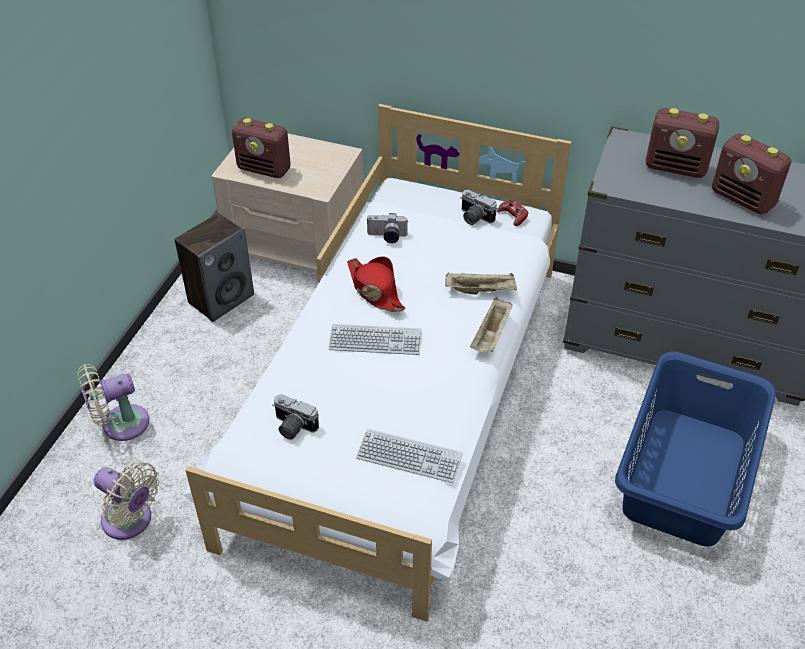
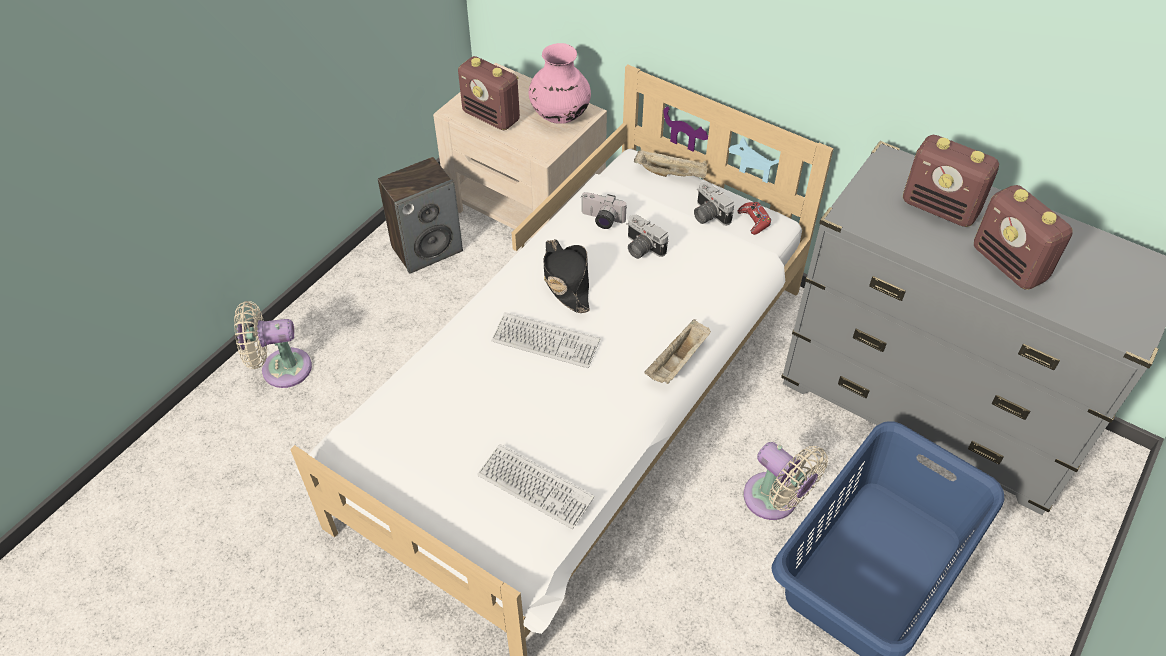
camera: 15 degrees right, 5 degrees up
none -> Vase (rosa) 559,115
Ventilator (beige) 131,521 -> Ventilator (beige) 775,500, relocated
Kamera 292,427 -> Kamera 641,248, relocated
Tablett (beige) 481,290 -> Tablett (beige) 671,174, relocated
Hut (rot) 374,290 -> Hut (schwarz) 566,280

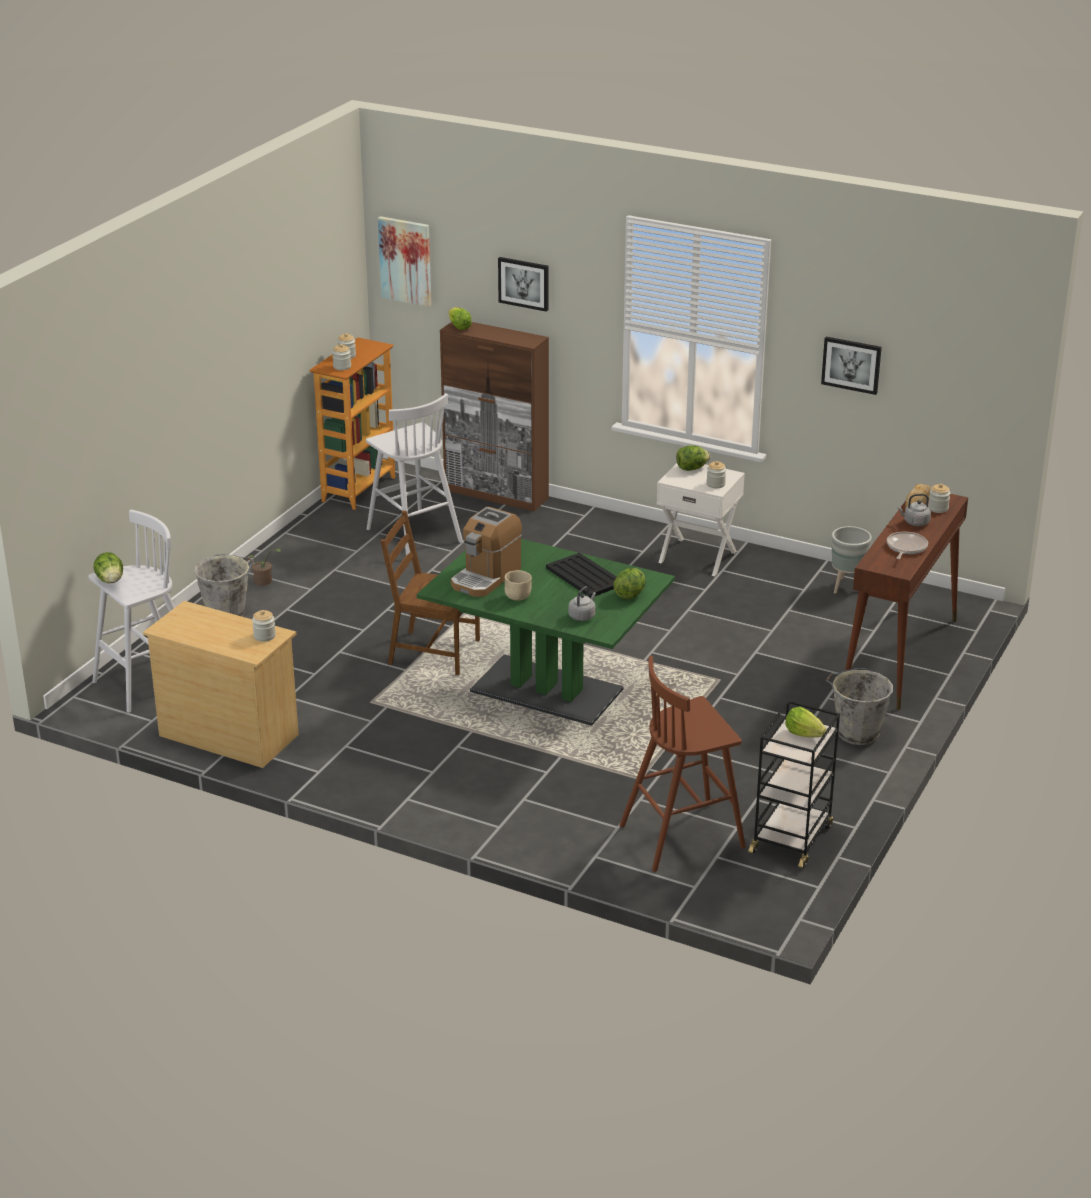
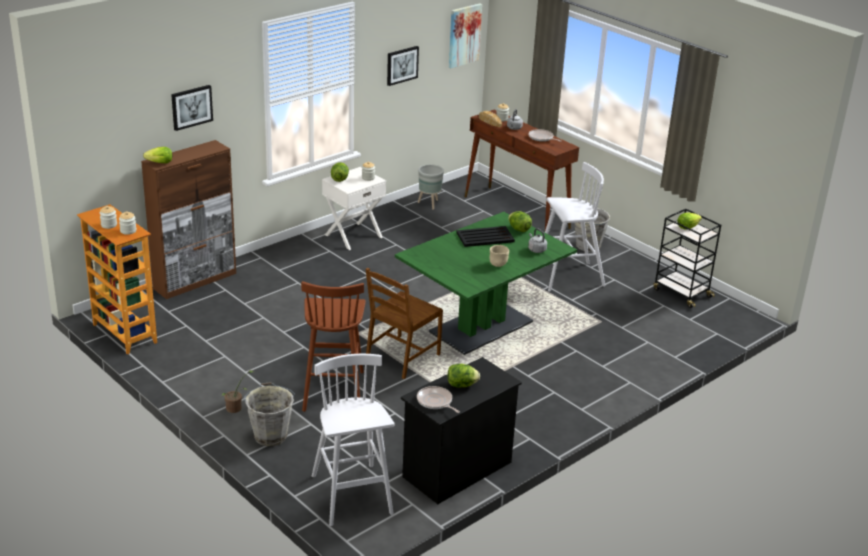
camera: 70 degrees left, 0 degrees up
Vorratsglas 264,636 -> none
Kaffeemaschine 486,577 -> none
none -> Pfanne 435,402
Salatkopf 110,580 -> Salatkopf 461,385, relocated
Hocker (weiß) 413,535 -> Hocker (weiß) 567,277, relocated
Bild 405,261 -> Bild 464,35, relocated
Hocker (braun) 684,836 -> Hocker (braun) 333,390, relocated
Kommode (beige) 228,735 -> Kommode (schwarz) 456,469

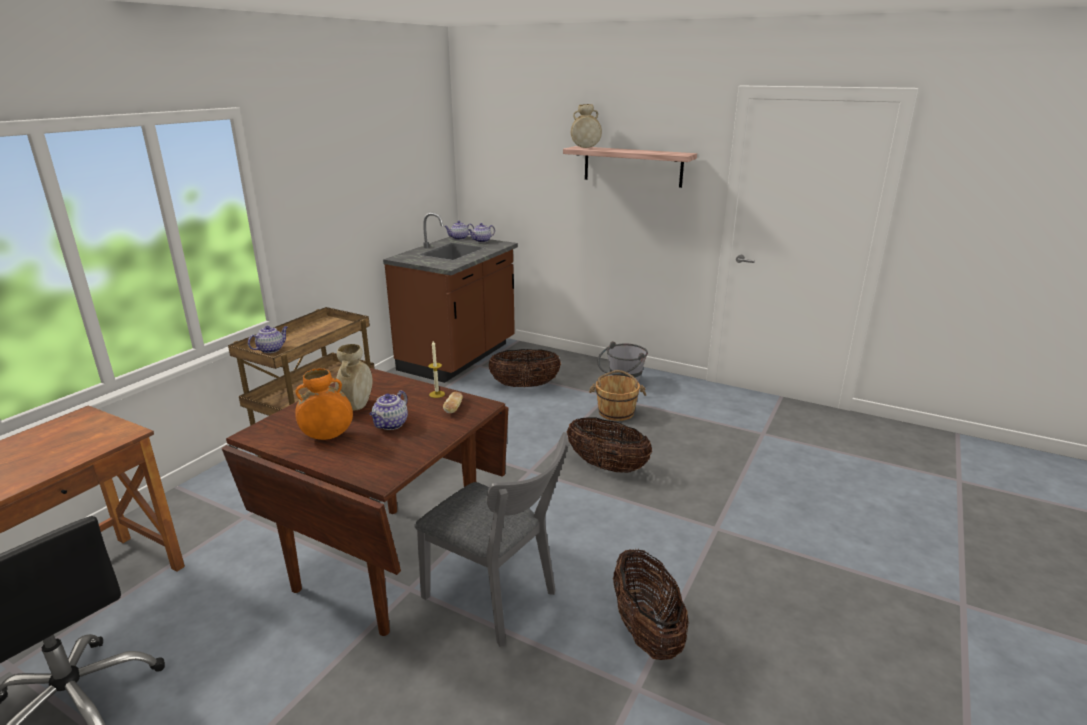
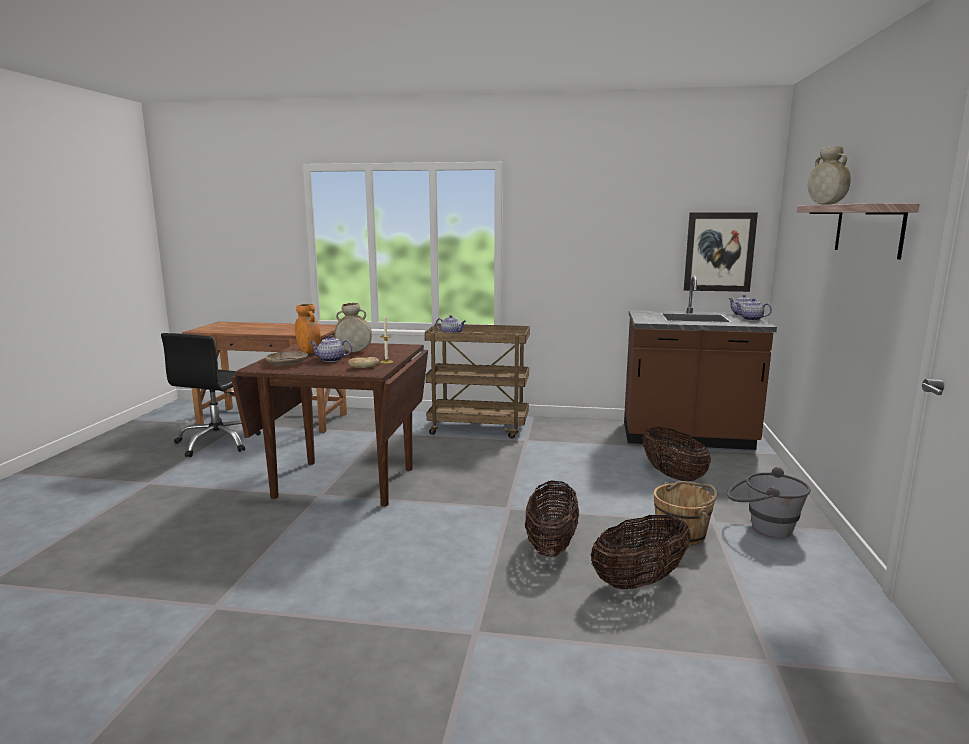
camera: 70 degrees right, 10 degrees down
Stuhl (grau) 496,599 -> none
none -> Teller (beige) 287,363
none -> Bild 719,252
Korb 646,631 -> Korb 639,581, relocated

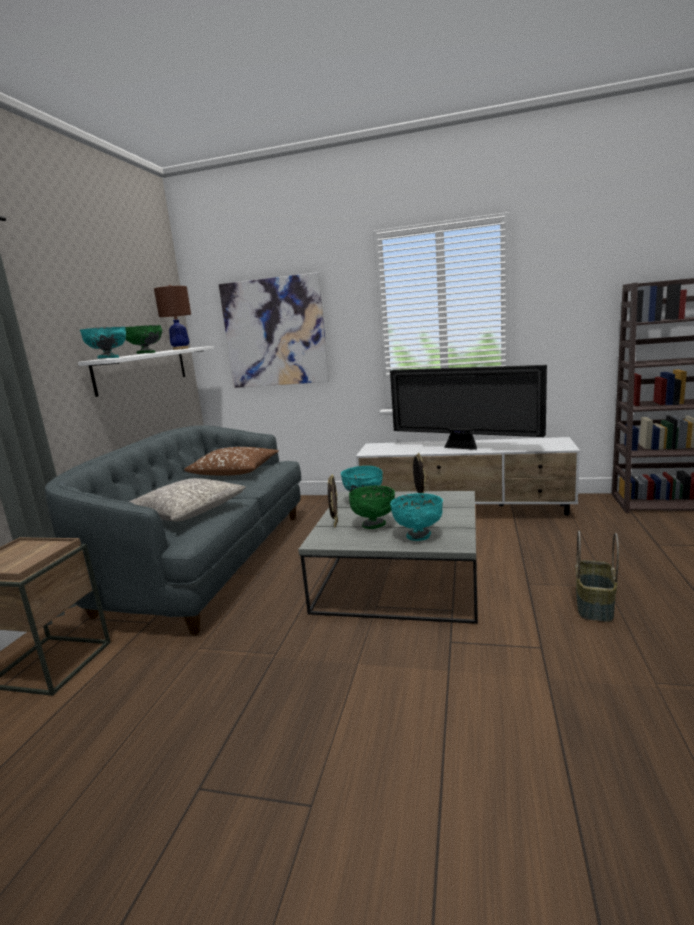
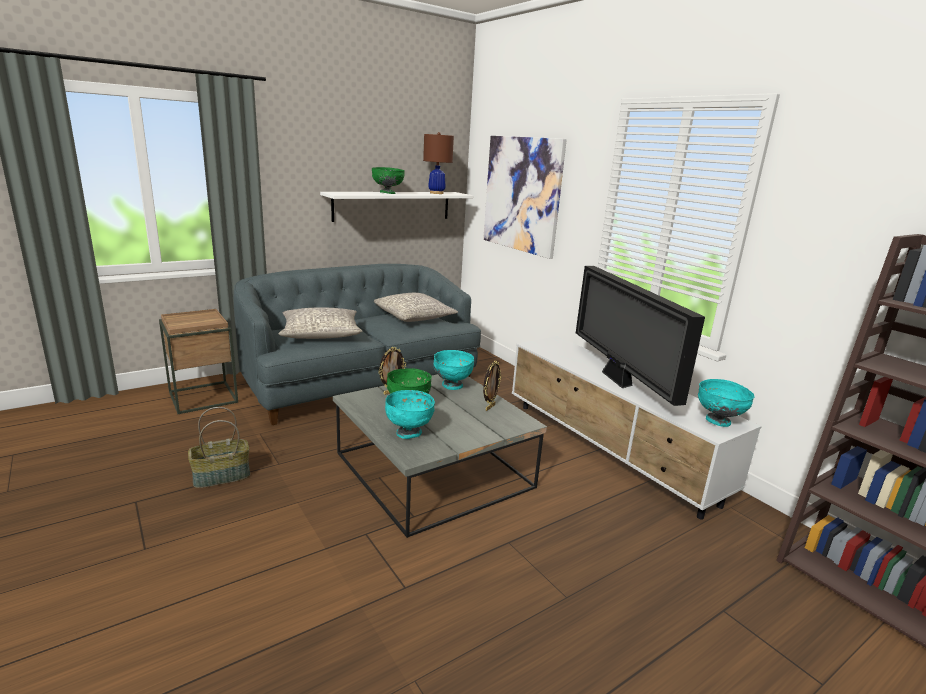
camera: 40 degrees right, 5 degrees up
Schüssel (türkis) 108,358 -> Schüssel (türkis) 718,421, relocated
Korb 595,605 -> Korb 221,477, relocated
Kissen (braun) 235,471 -> Kissen (grau) 414,317

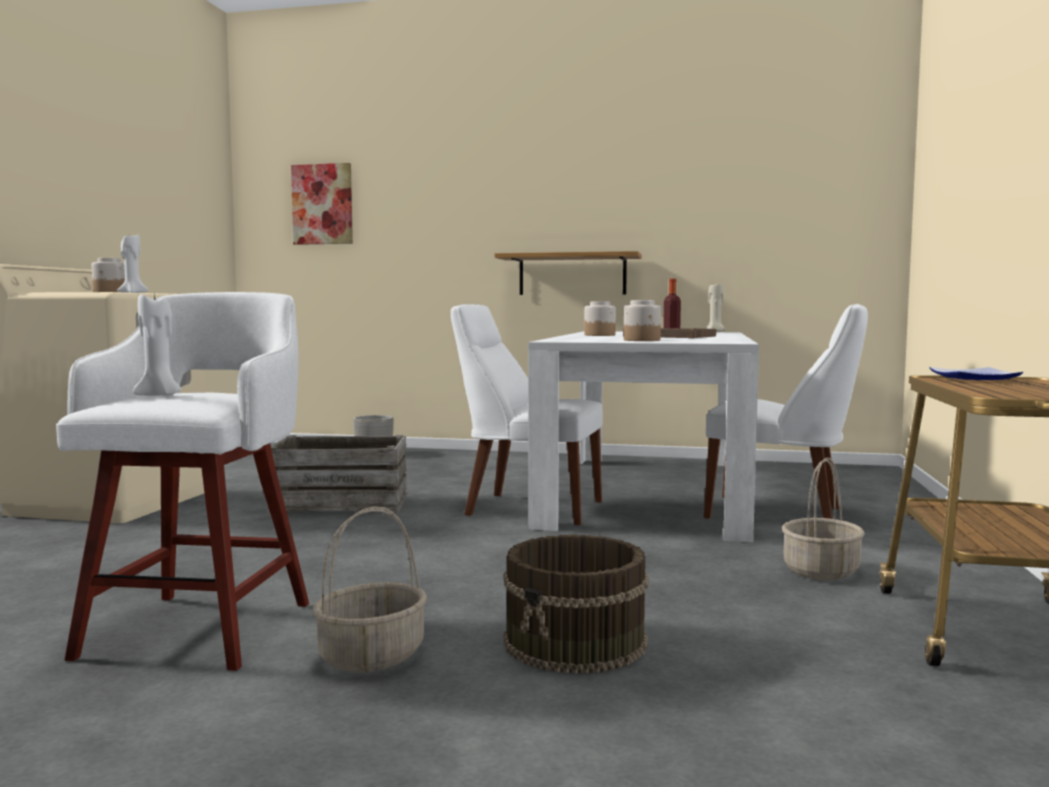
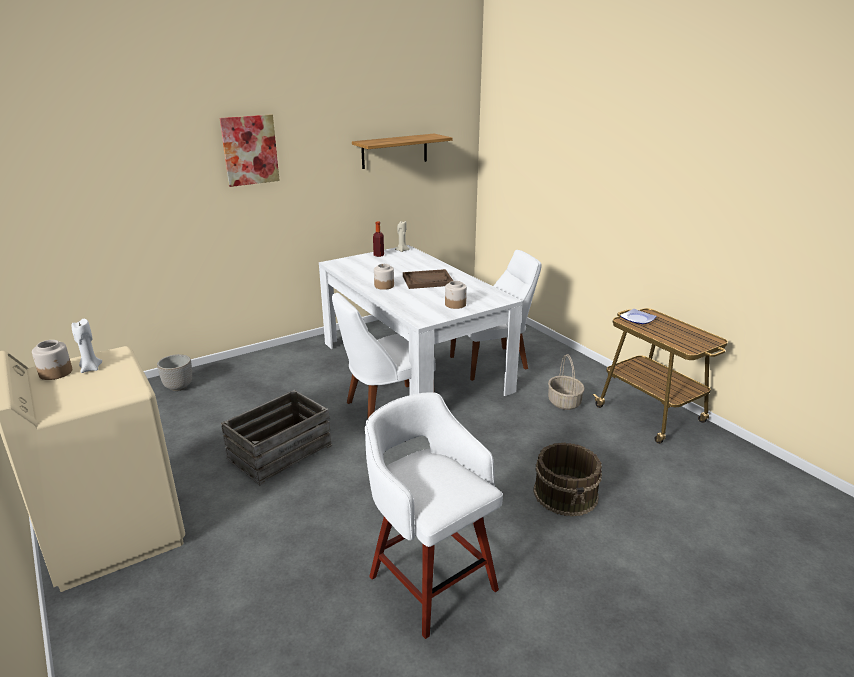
camera: 45 degrees left, 20 degrees up
Kerze (weiß) 159,396 -> none
Korb 371,657 -> none
Bild 322,204 -> Bild 250,150, relocated
Wandregal 572,275 -> Wandregal 394,151, relocated

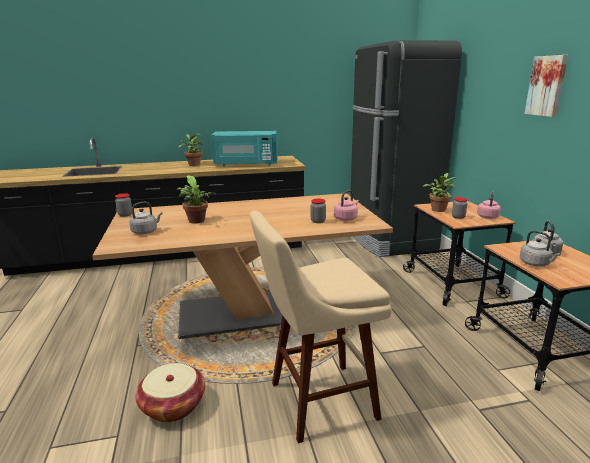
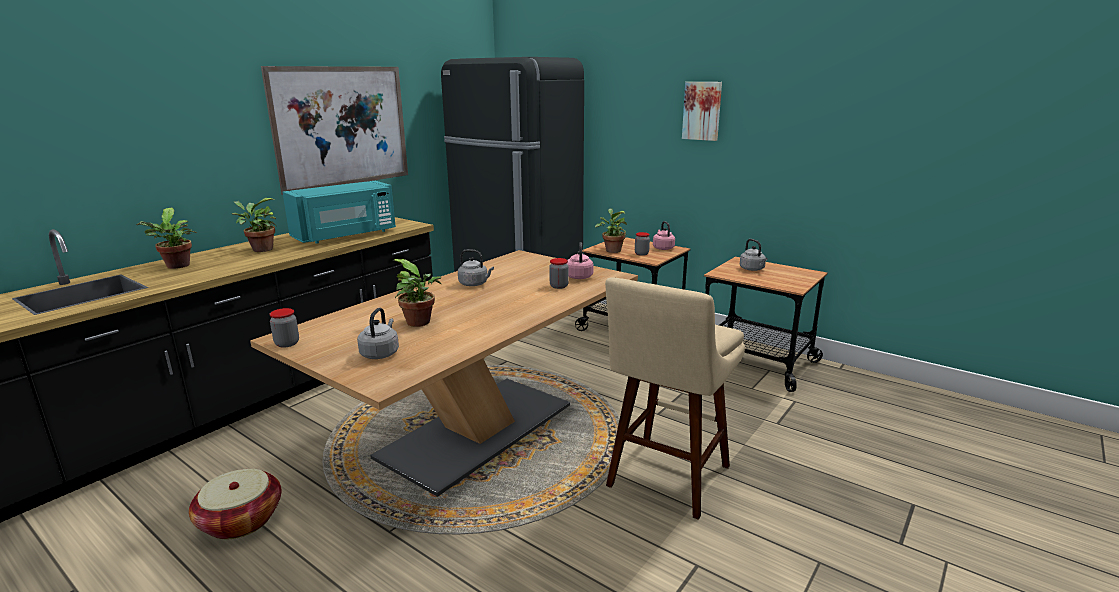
camera: 40 degrees left, 0 degrees up
none -> Topfpflanze 177,266
none -> Bild 342,127
Korb 173,405 -> Korb 241,520, relocated
Wasserkessel (grau) 536,264 -> Wasserkessel (grau) 475,284, relocated

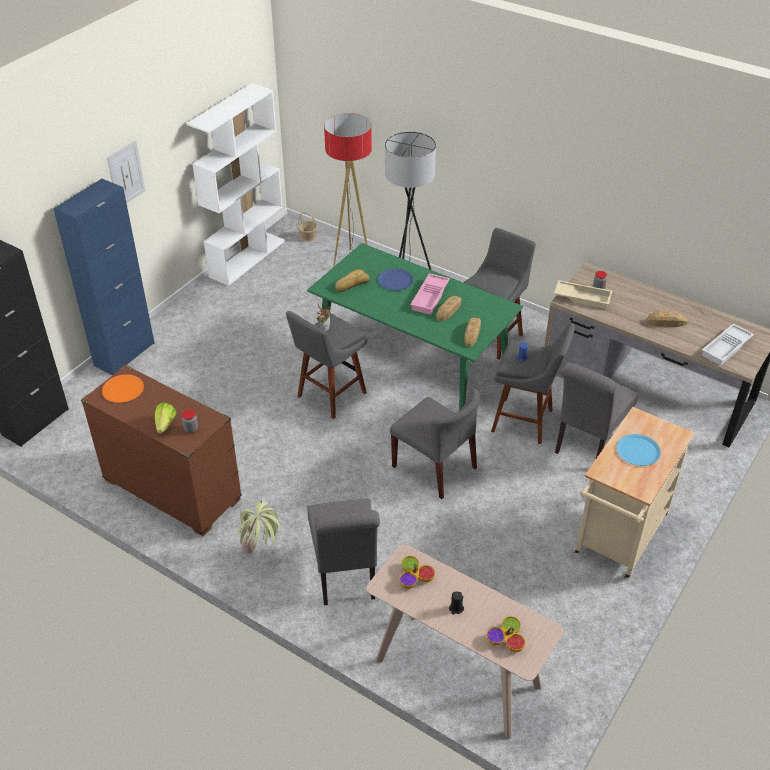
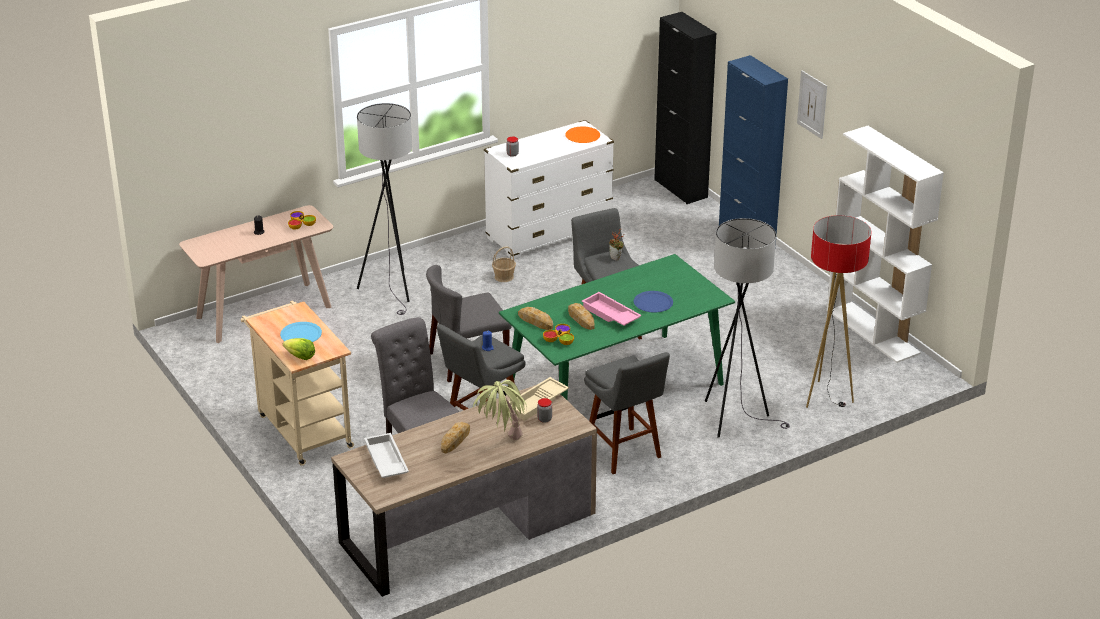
camera: 115 degrees right, 10 degrees down
Brot 351,284 -> none
Salatkopf 165,425 -> Salatkopf 300,356, relocated
Topfpflanze 262,556 -> Topfpflanze 501,444, relocated
Korb 308,237 -> Korb 504,277, relocated
Schüssel 507,639 -> Schüssel 559,339, relocated
Stuhl (grau) 345,576 -> Stehlampe (grau) 393,289
Kommode (braun) 172,490 -> Kommode (weiß) 549,234

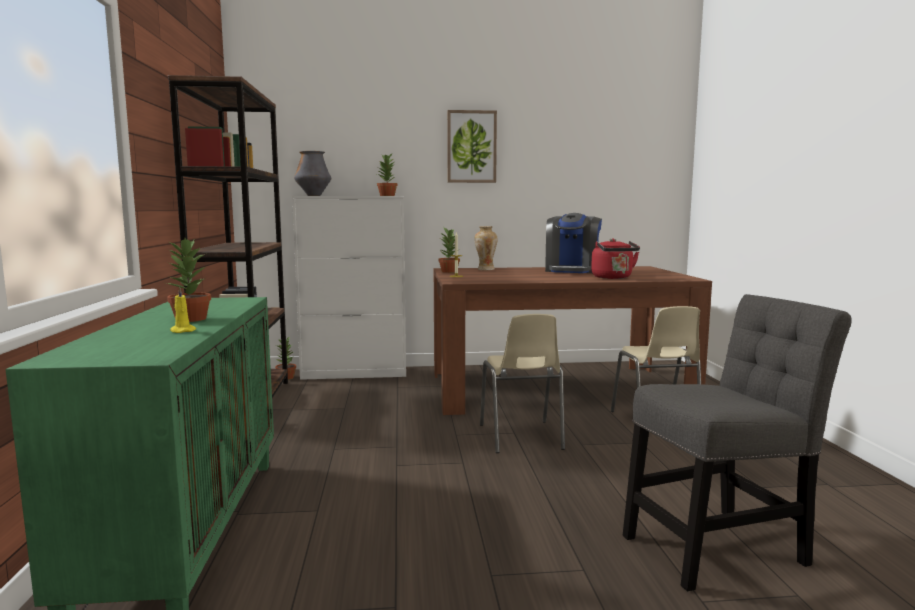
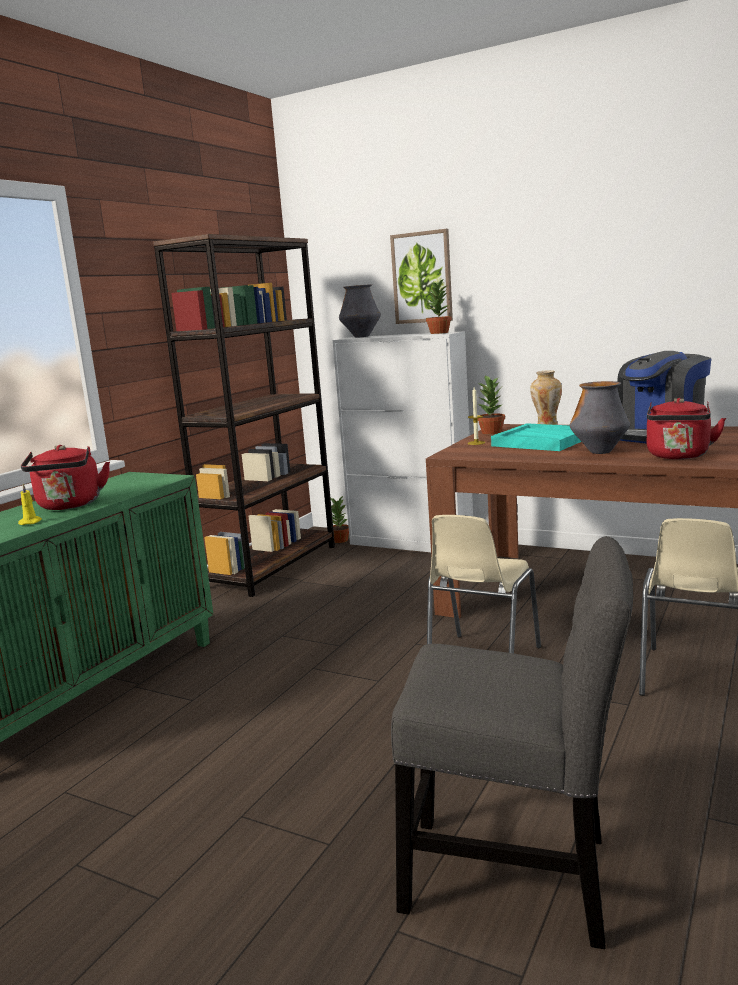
camera: 35 degrees right, 5 degrees up
none -> Tablett (türkis) 541,441
none -> Vase 599,452
Bild 471,147 -> Bild 422,277, relocated
Topfpflanze 190,319 -> Wasserkessel (rot) 69,506

